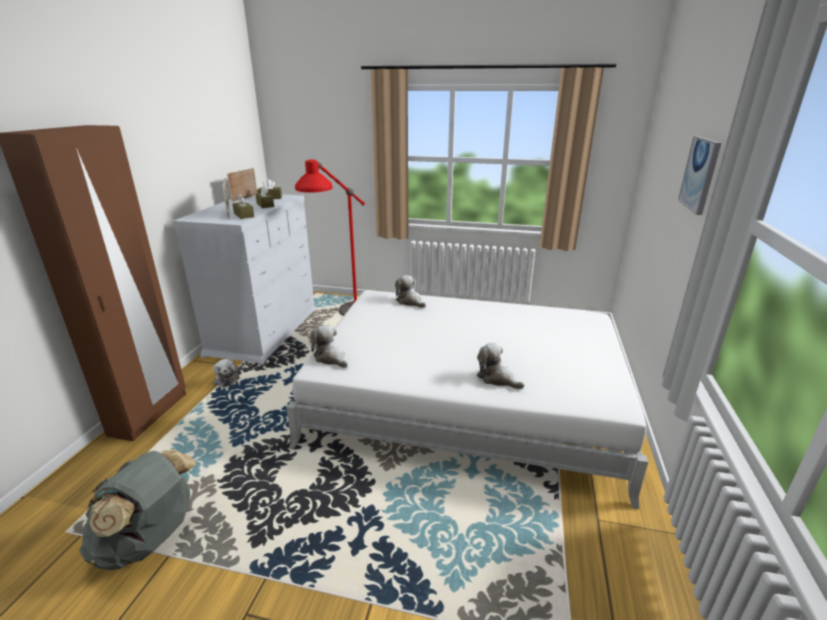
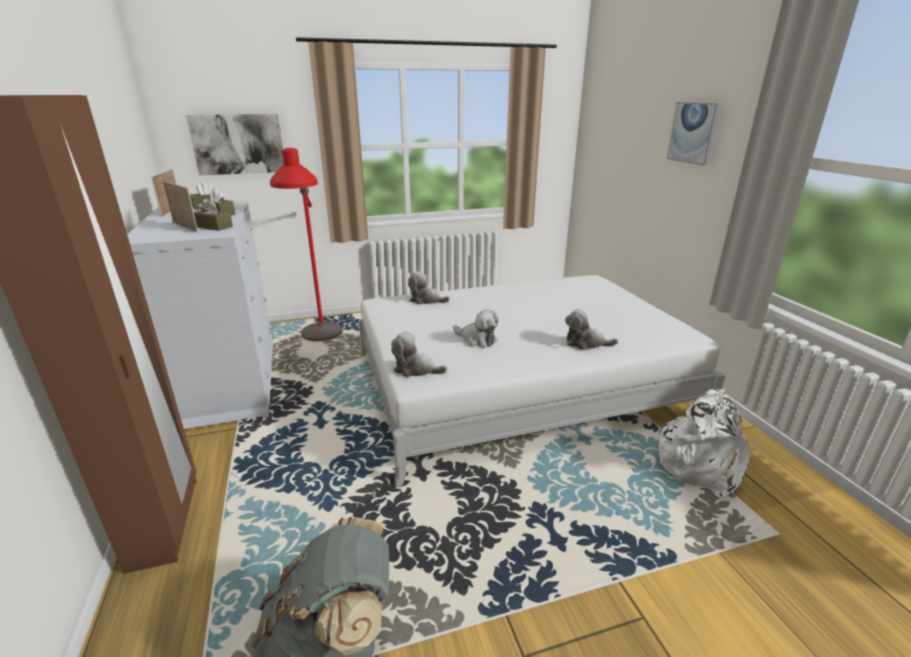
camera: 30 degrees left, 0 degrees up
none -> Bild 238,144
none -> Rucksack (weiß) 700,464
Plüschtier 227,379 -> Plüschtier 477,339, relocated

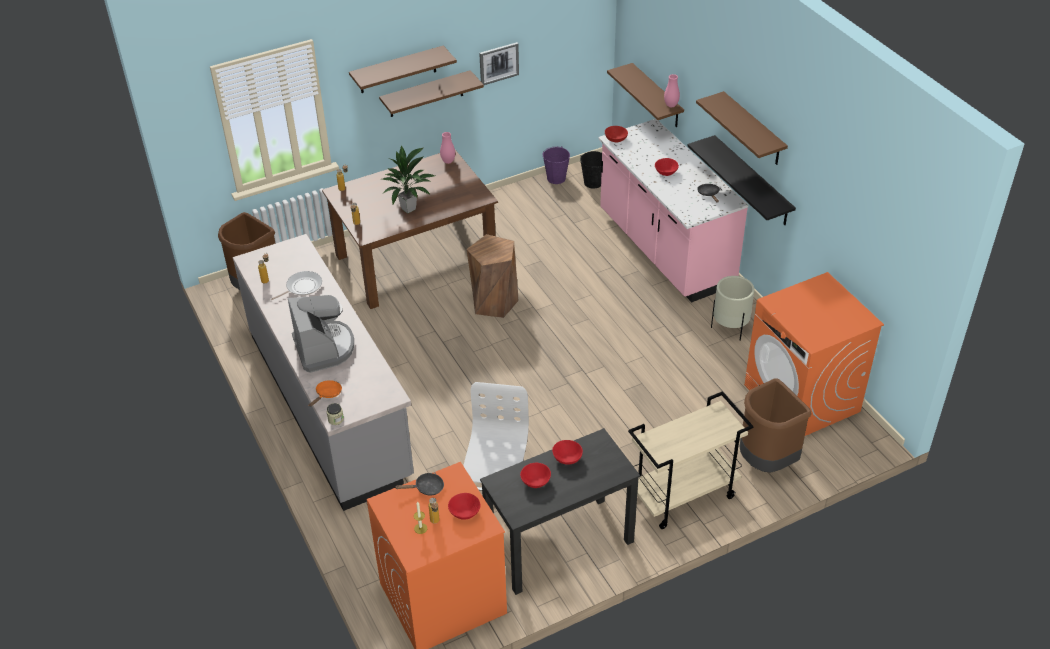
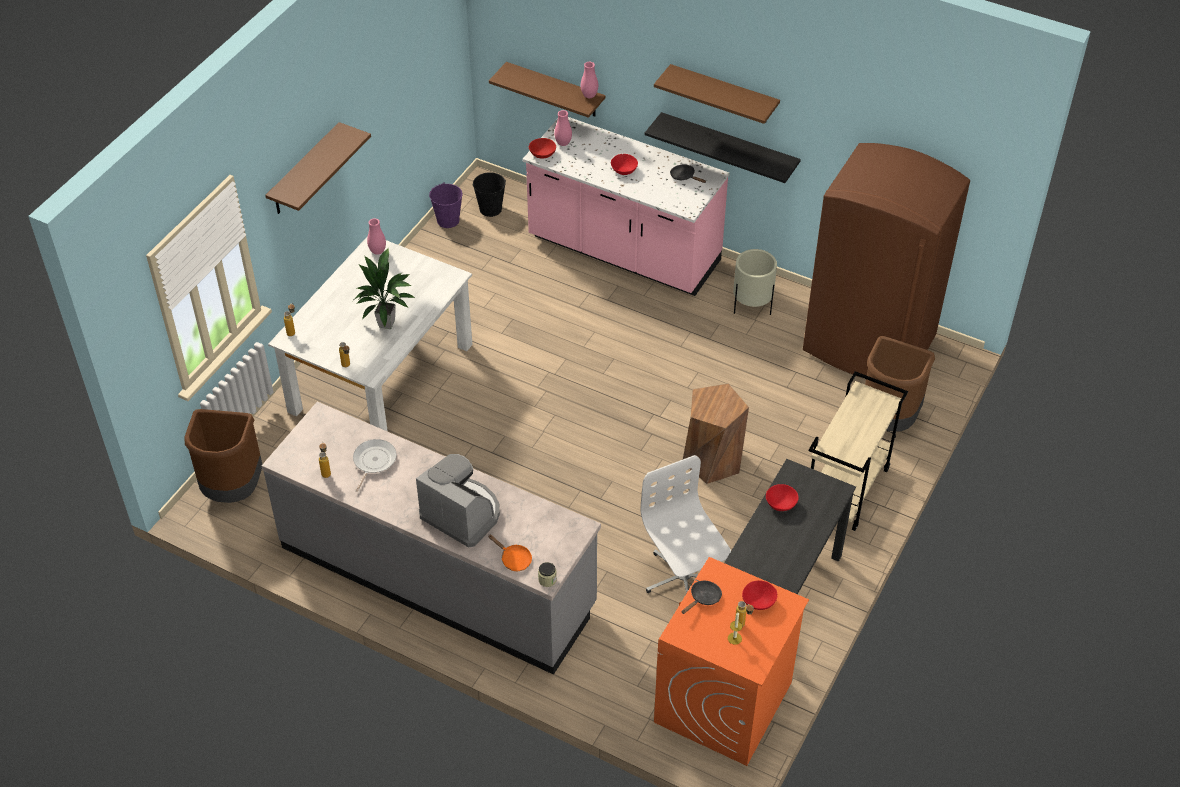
camera: 35 degrees left, 5 degrees up
Wandregal (braun) 426,94 -> none
Bild 498,63 -> none
Schüssel (rot) 535,481 -> none
none -> Vase (rosa) 563,143
Hocker (braun) 494,302 -> Hocker (braun) 712,460, relocated
Waschmaschine (orange) 802,398 -> Kühlschrank (braun) 869,345
Esstisch (braun) 415,261 -> Esstisch (weiß) 381,379
Pfanne (orange) 327,394 -> Pfanne (orange) 513,559, 135 degrees clockwise

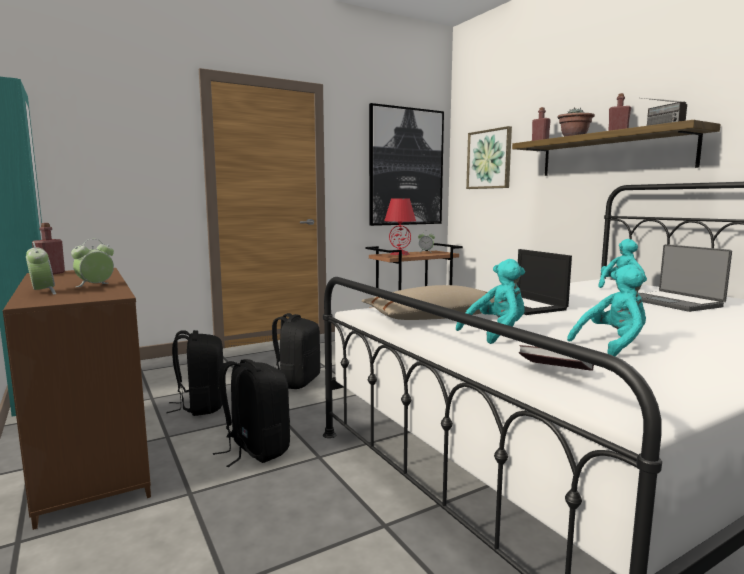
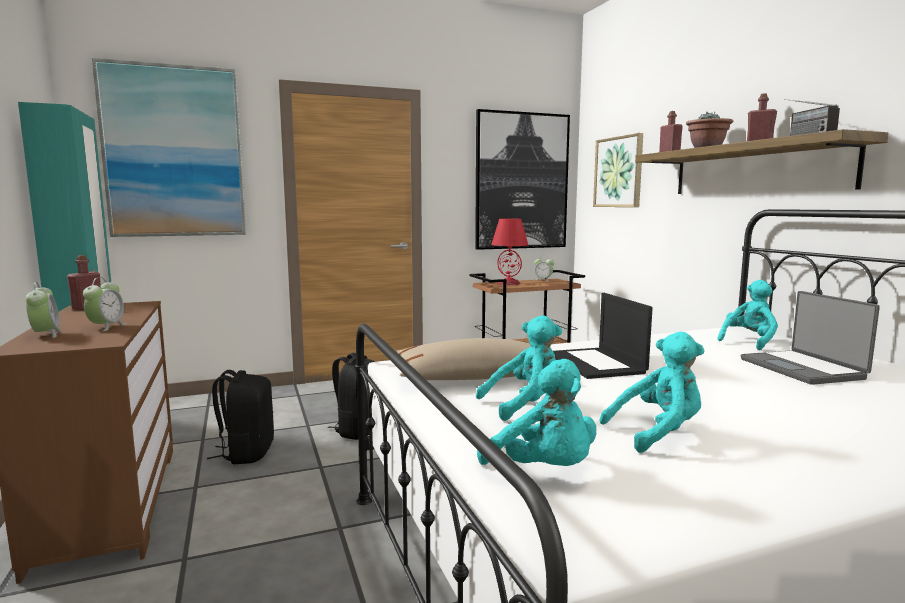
camera: 10 degrees right, 0 degrees up
Rucksack (schwarz) 255,450 -> none
none -> Bild 174,152
Buch 554,372 -> Plüschtier (türkis) 544,470
Wecker 95,286 -> Wecker 106,327, 135 degrees clockwise

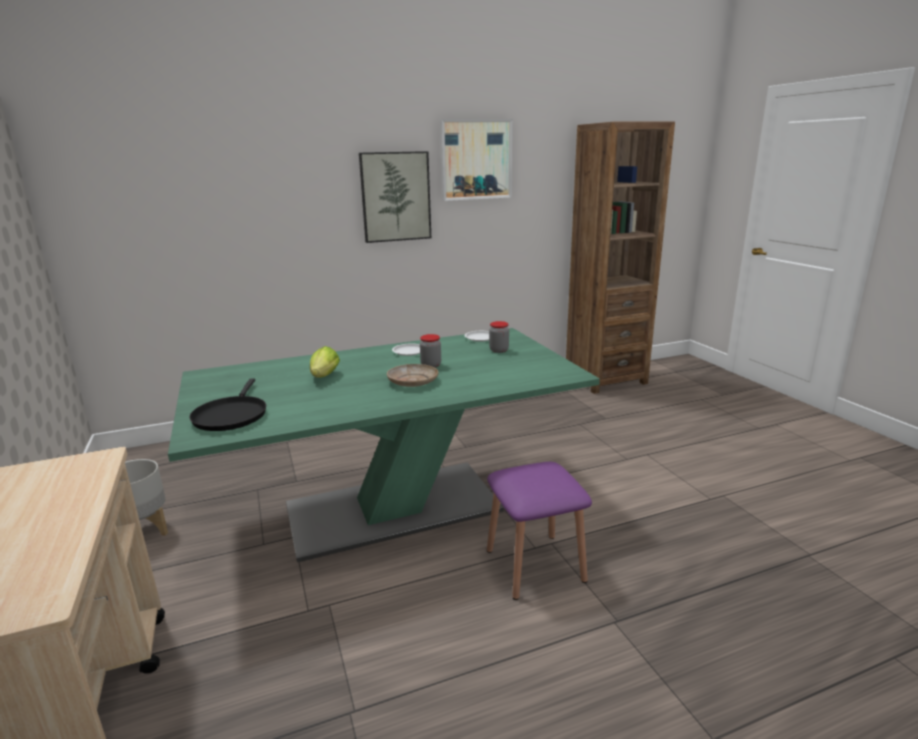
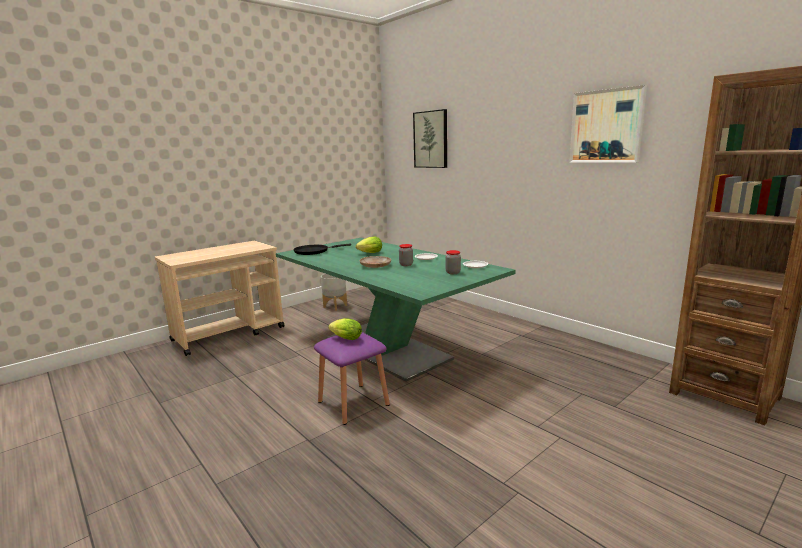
camera: 70 degrees right, 5 degrees down
none -> Salatkopf 344,338
Bild 395,197 -> Bild 431,139, relocated

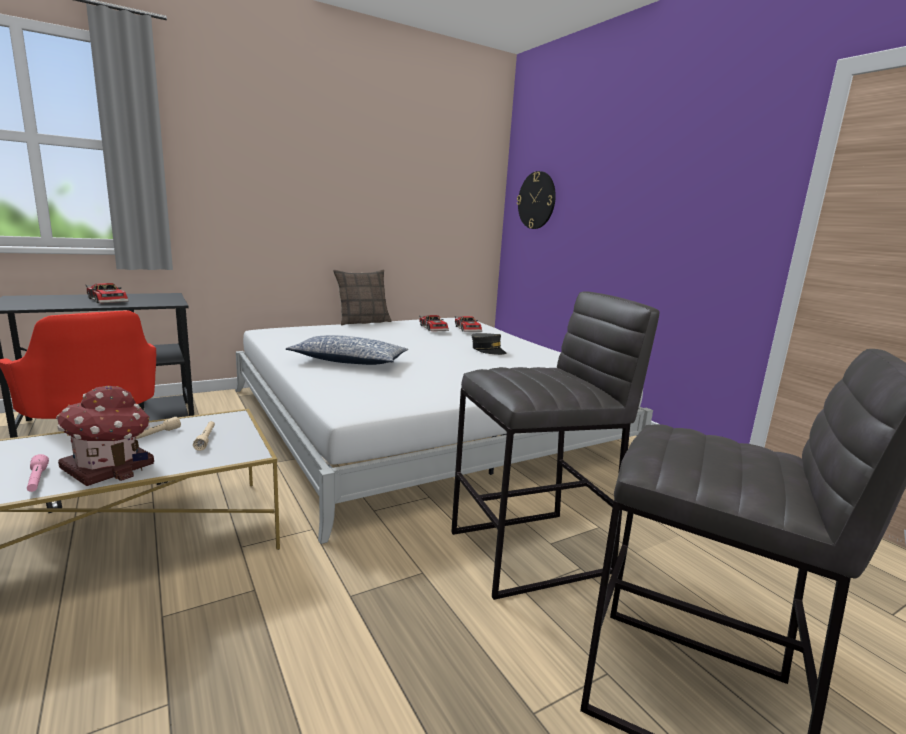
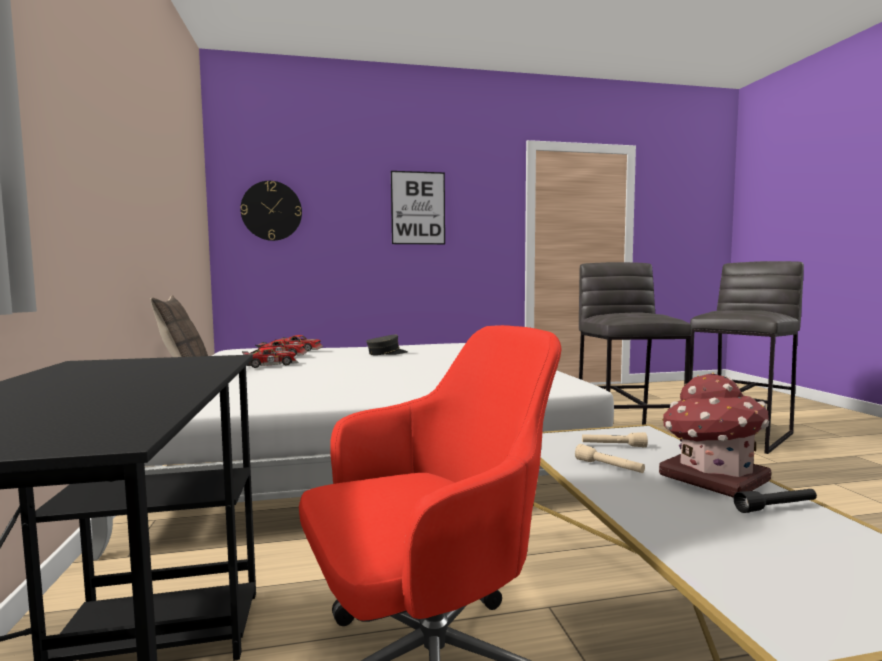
camera: 70 degrees left, 10 degrees down
Kissen 348,361 -> none
none -> Bild 418,208
Spielzeugauto 109,300 -> Spielzeugauto 270,364, relocated
Taschenlampe (rosa) 37,480 -> Taschenlampe (schwarz) 776,507

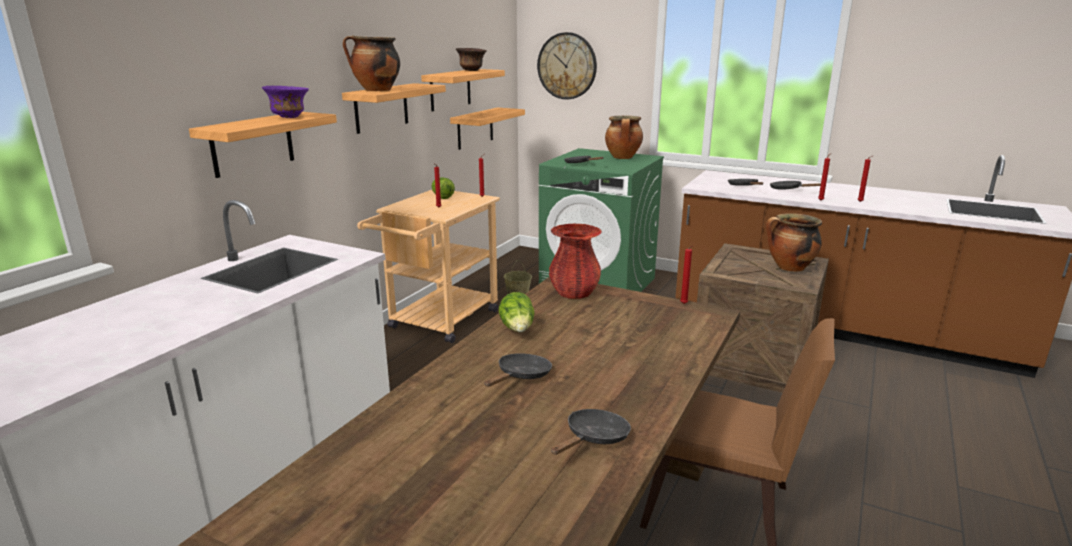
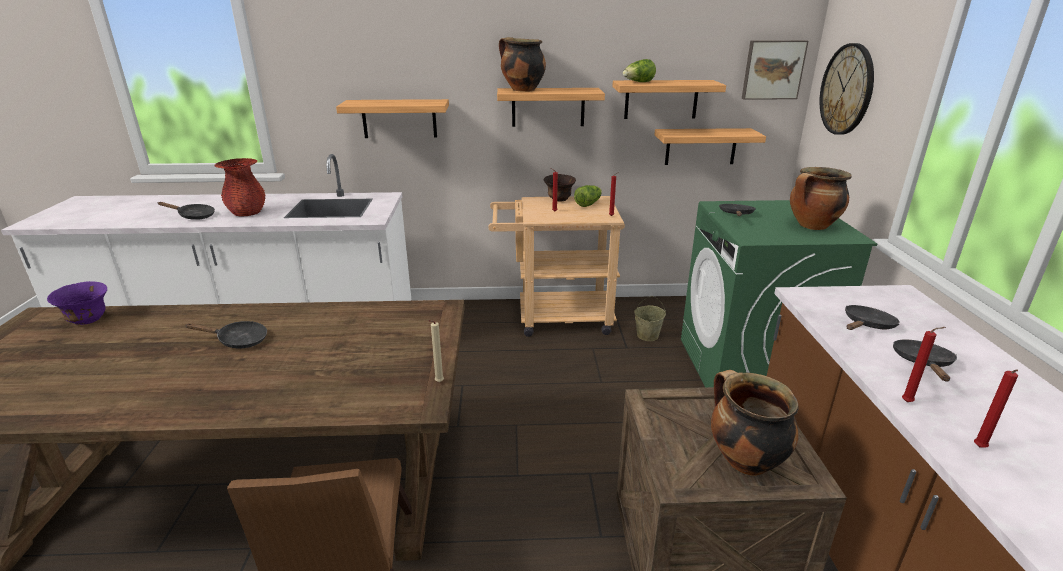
camera: 60 degrees right, 5 degrees up
none -> Bild 772,69
Schüssel (lila) 289,117 -> Schüssel (lila) 88,320, relocated
Schüssel (braun) 471,70 -> Schüssel (braun) 559,200, relocated
Salatkopf 518,329 -> Salatkopf 638,82, relocated
Vase (rot) 574,293 -> Vase (rot) 247,213, relocated
Pfanne (schwarz) 594,438 -> Pfanne (schwarz) 193,216, relocated
Kerze (rot) 684,304 -> Kerze (beige) 438,382

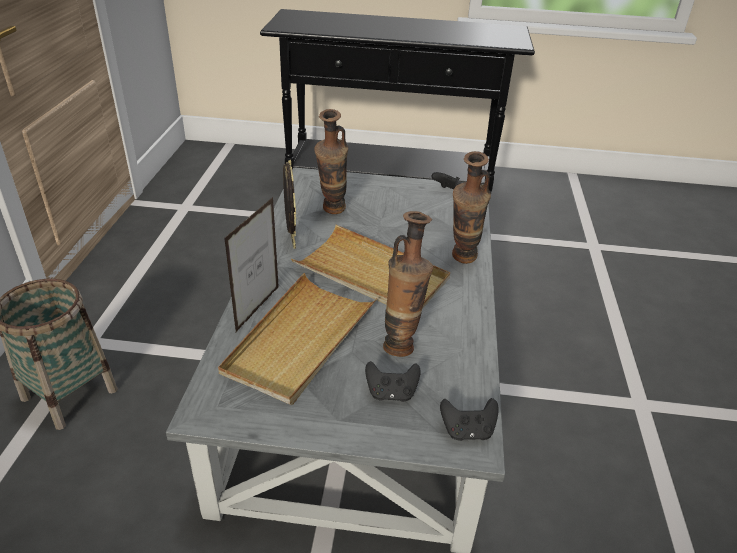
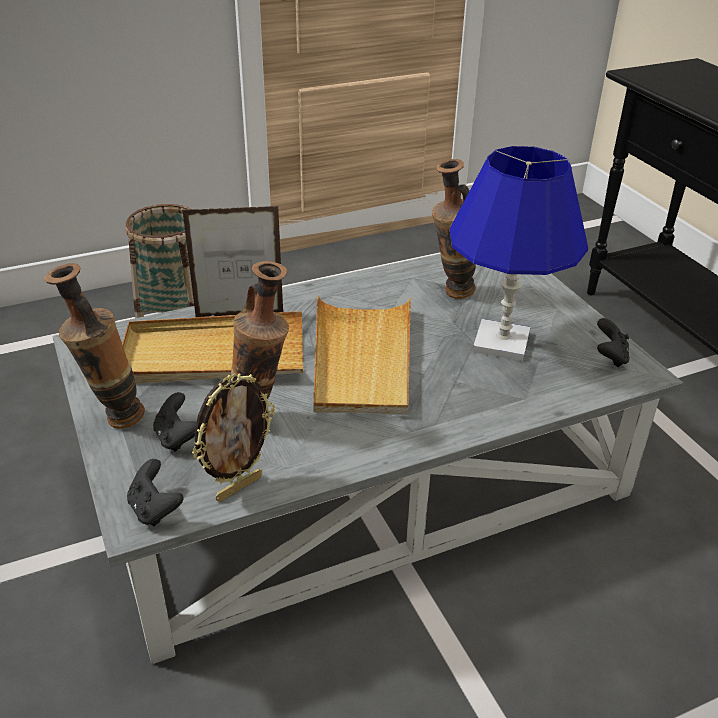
camera: 60 degrees right, 0 degrees up
none -> Tischlampe (blau) 502,342
Bilderrahmen 291,240 -> Bilderrahmen 238,487, relocated
Vase 462,261 -> Vase 113,419, relocated

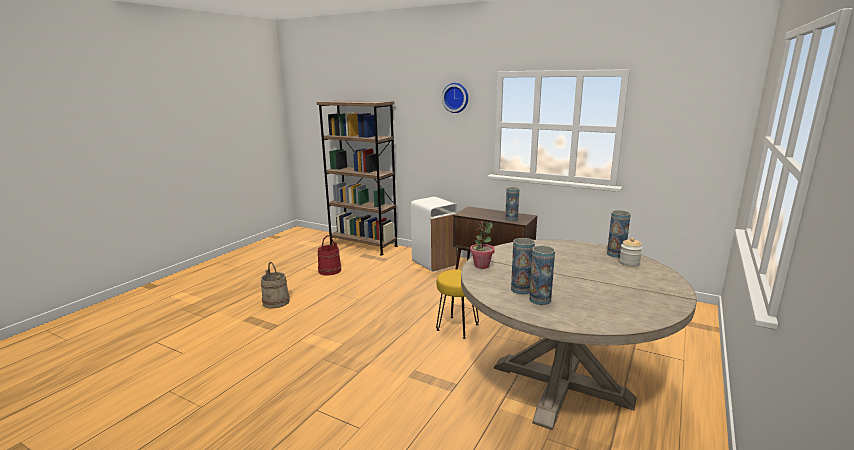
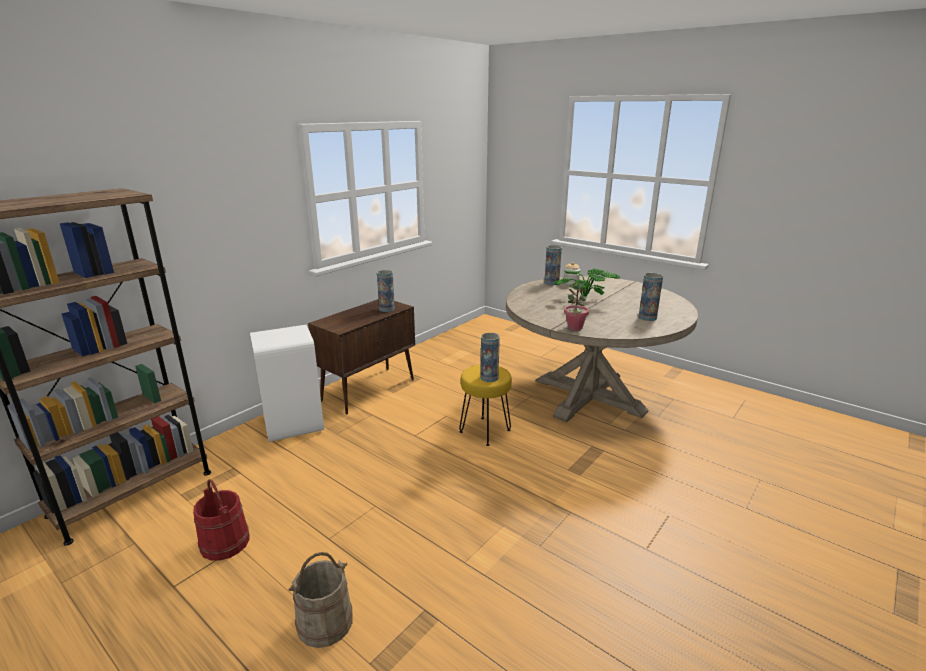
camera: 80 degrees left, 5 degrees up
Wanduhr 456,97 -> none
none -> Topfpflanze 584,301
Vase 521,289 -> Vase 489,377, relocated

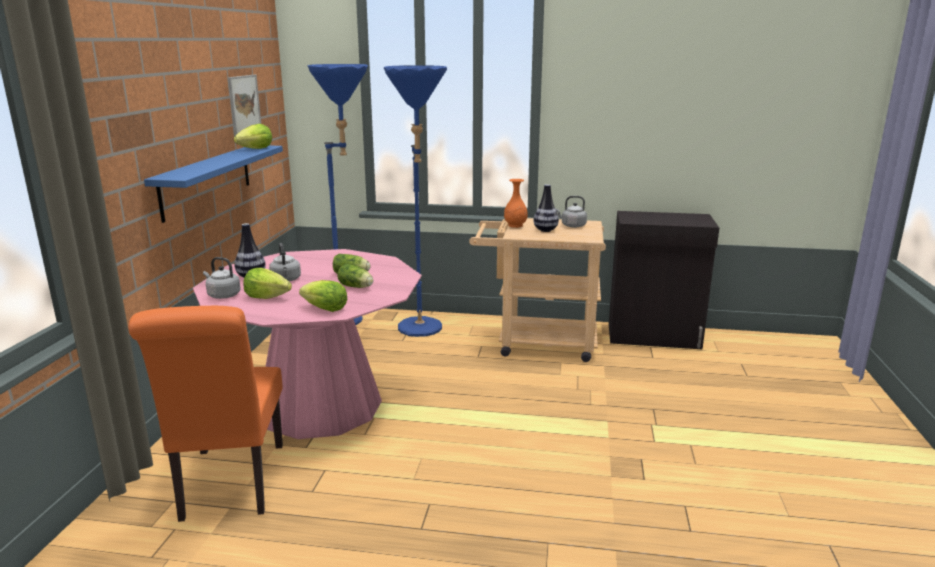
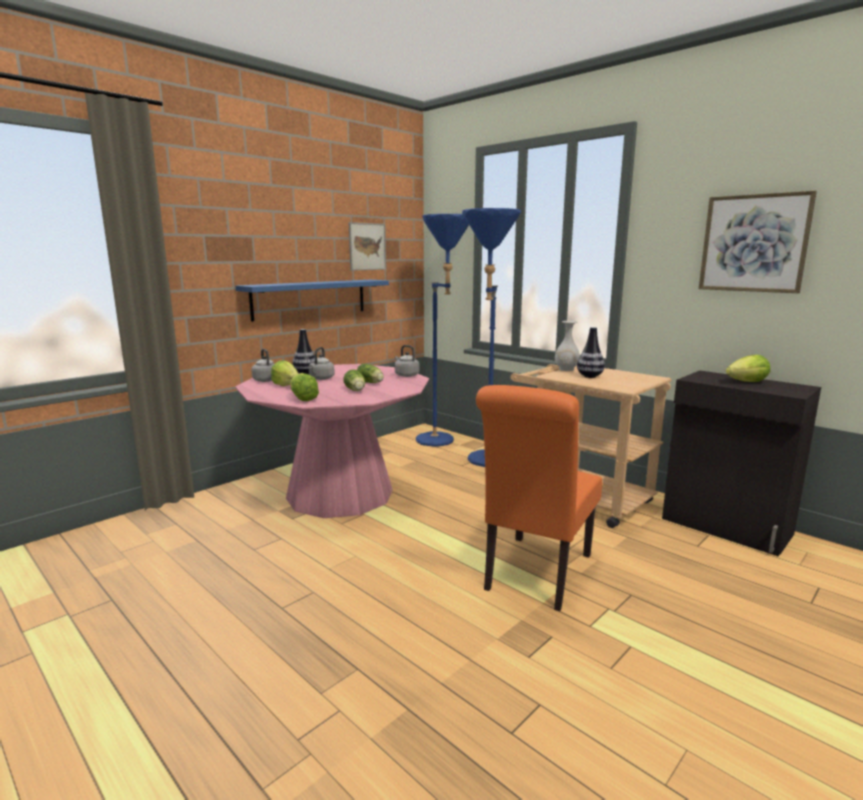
camera: 35 degrees right, 5 degrees down
none -> Bild 754,243
Stuhl (orange) 230,485 -> Stuhl (orange) 535,575, relocated
Salatkopf 256,149 -> Salatkopf 747,382, relocated
Wasserkessel (grau) 572,226 -> Wasserkessel (grau) 406,375, relocated
Vase (orange) 515,225 -> Vase (weiß) 566,369

